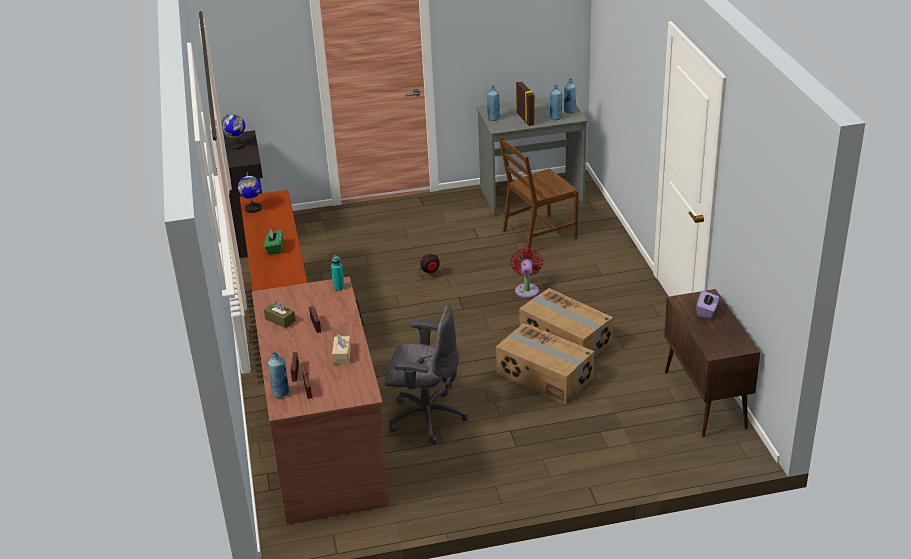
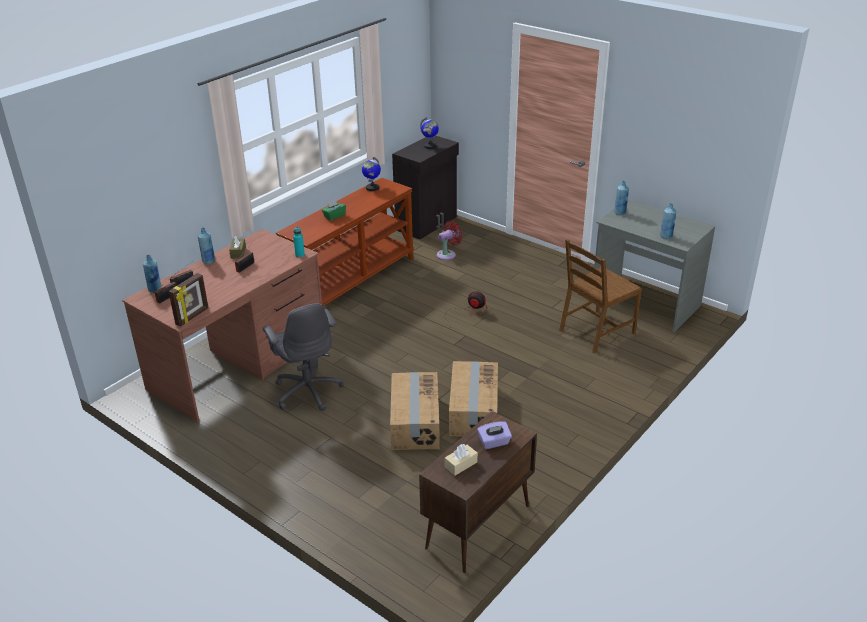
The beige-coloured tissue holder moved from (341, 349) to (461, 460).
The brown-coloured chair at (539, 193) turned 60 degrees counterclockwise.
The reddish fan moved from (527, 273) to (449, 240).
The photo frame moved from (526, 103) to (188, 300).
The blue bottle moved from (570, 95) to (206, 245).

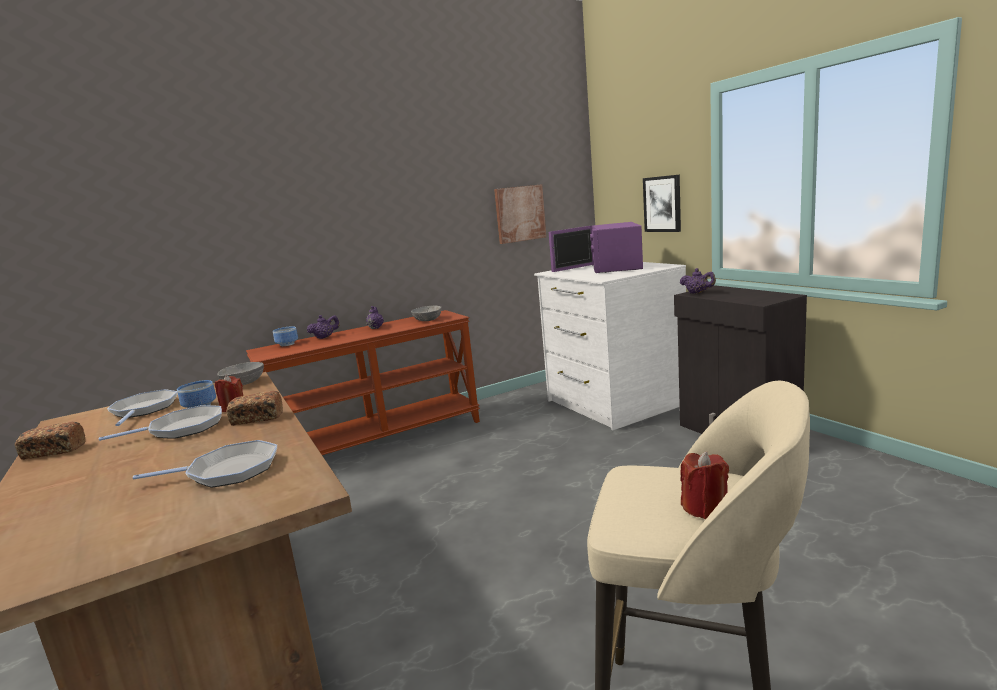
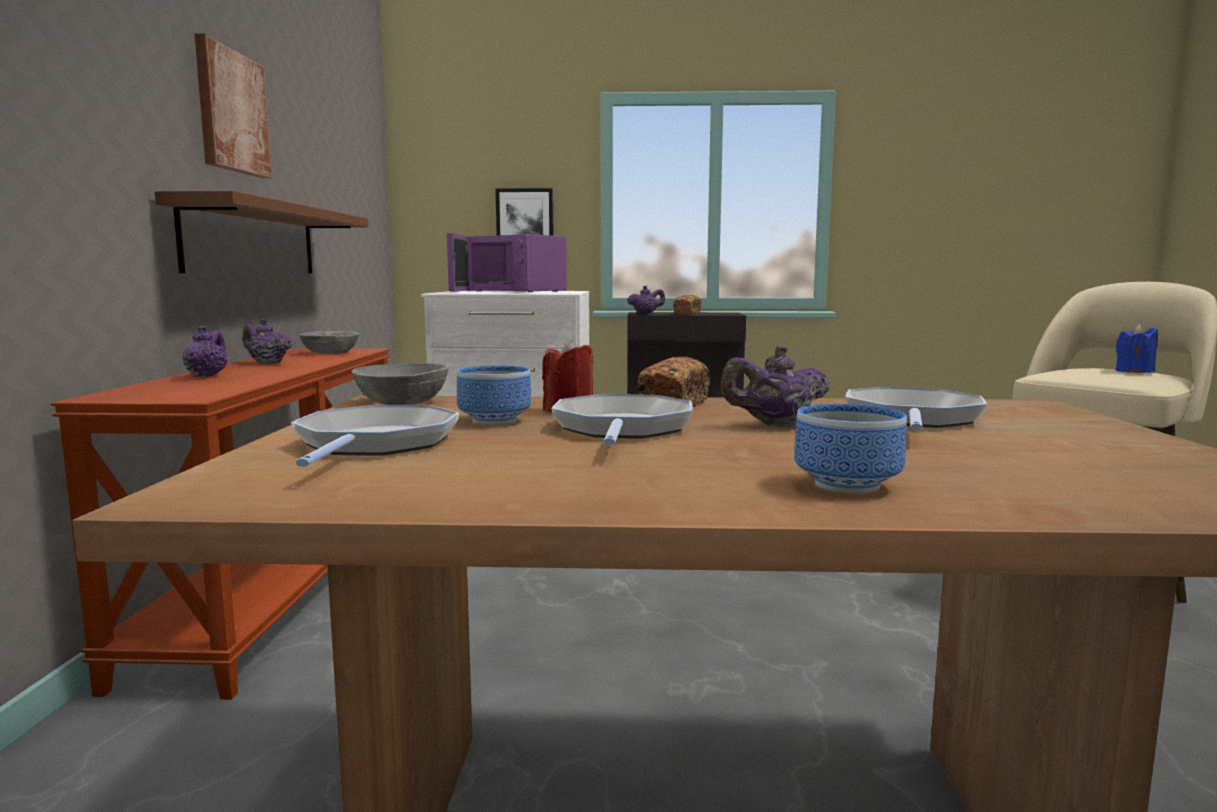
The bread moved from (50, 441) to (687, 305).
The frying pan at (142, 407) turned 75 degrees clockwise.
The bowl moved from (285, 336) to (850, 449).
The wall picture moved from (520, 214) to (233, 106).
The reddish wax light at (704, 485) became the blue wax light at (1136, 348).
The brown-coloured bracket shelf at (262, 231) appeared.
The purple-coloured pot for tea at (775, 386) appeared.

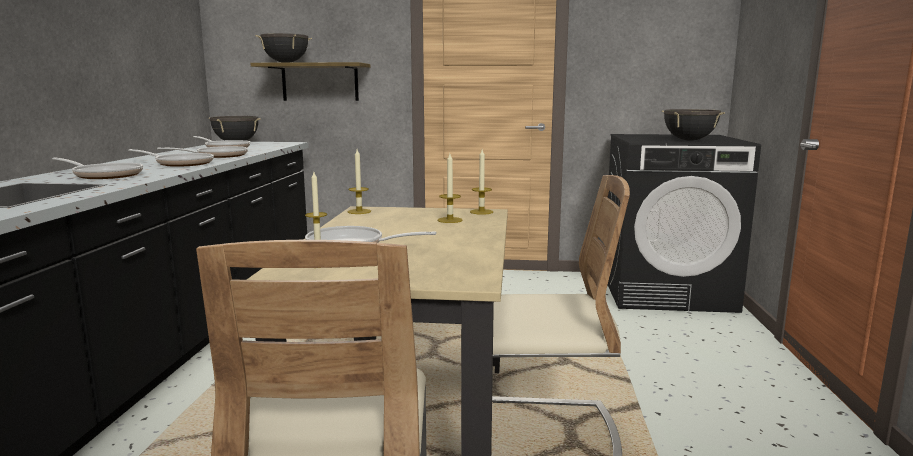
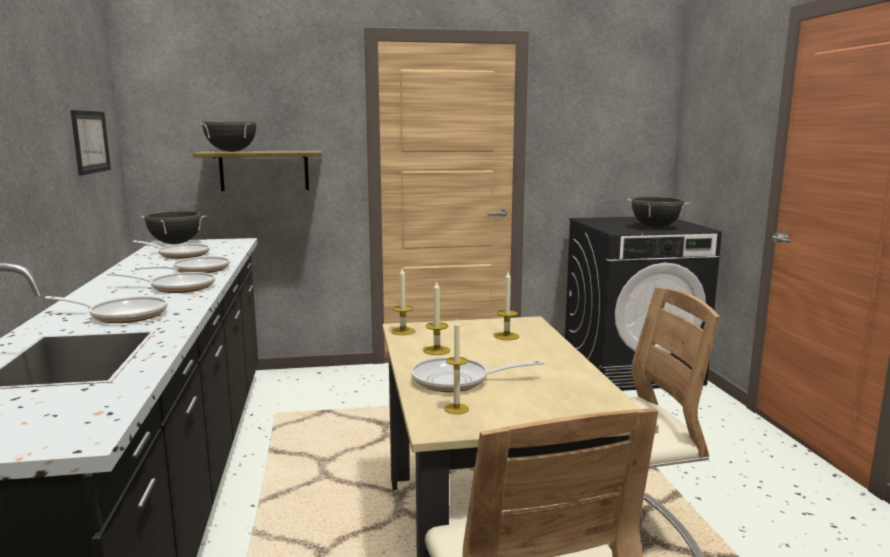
The wax light moved from (481, 182) to (437, 318).
The wall picture at (90, 143) appeared.

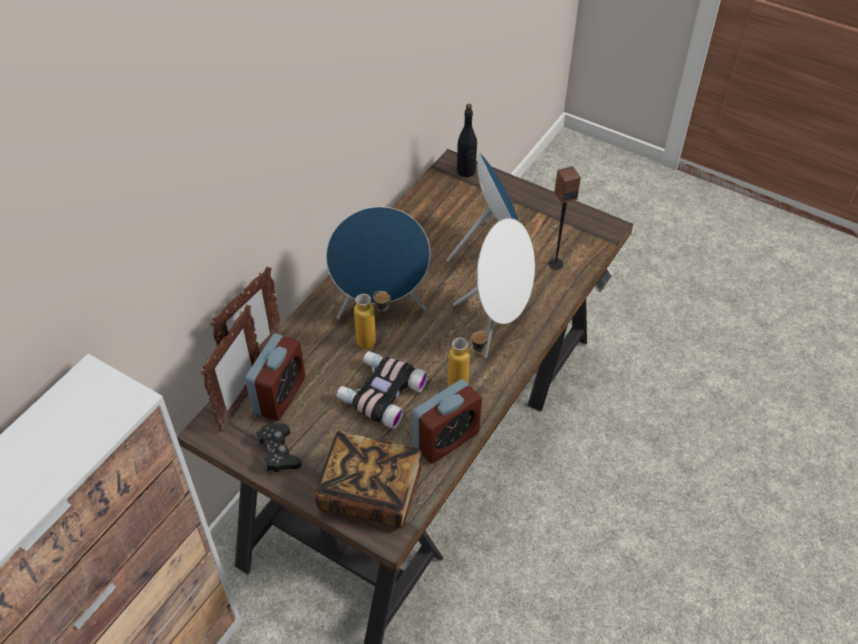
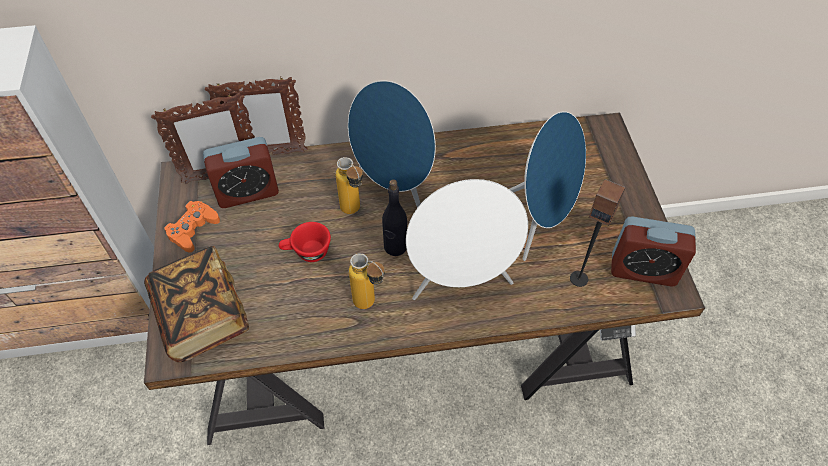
The black-coloured joypad at (278, 448) became the orange joypad at (192, 227).
The binoculars at (382, 390) was replaced by the reddish drinking cup at (305, 242).
The table clock moved from (447, 421) to (653, 251).
The black-coloured bottle moved from (467, 140) to (394, 217).

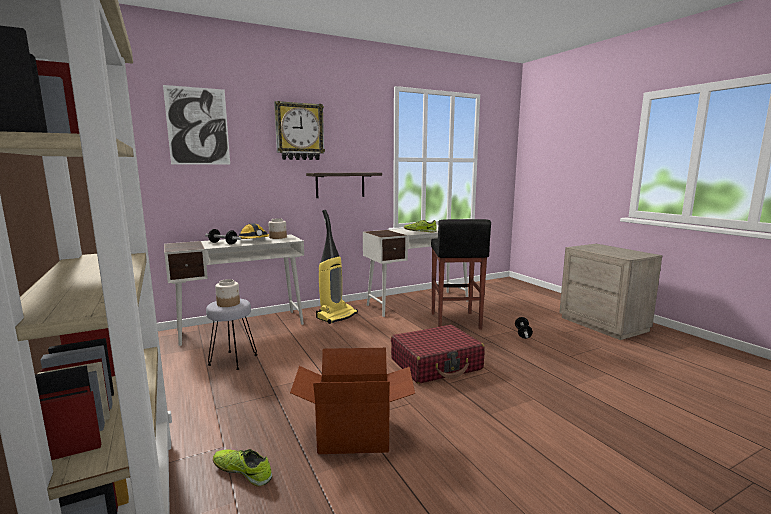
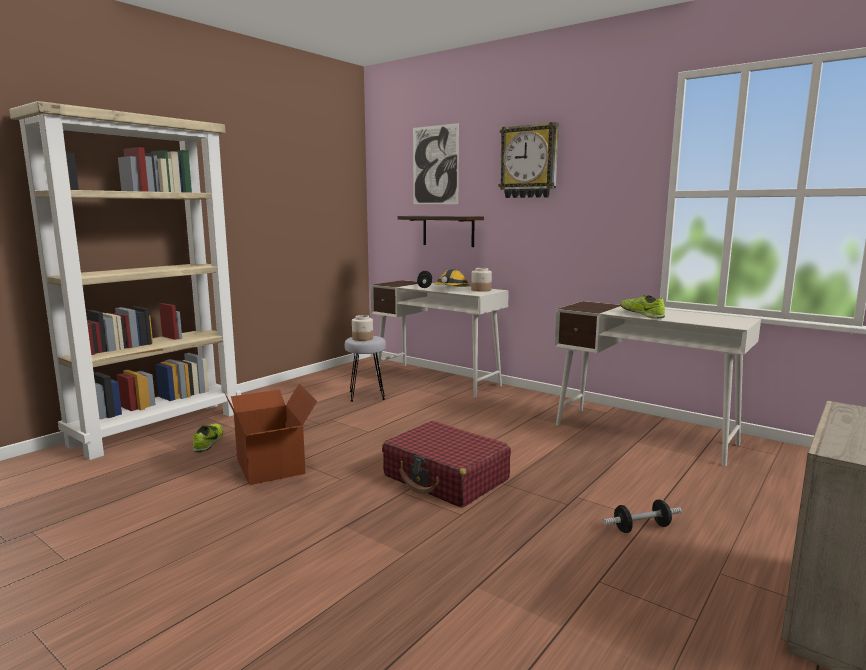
The bracket shelf moved from (344, 185) to (441, 231).
The hoover at (337, 267) disappeared.
The black-coloured stool at (461, 274) disappeared.

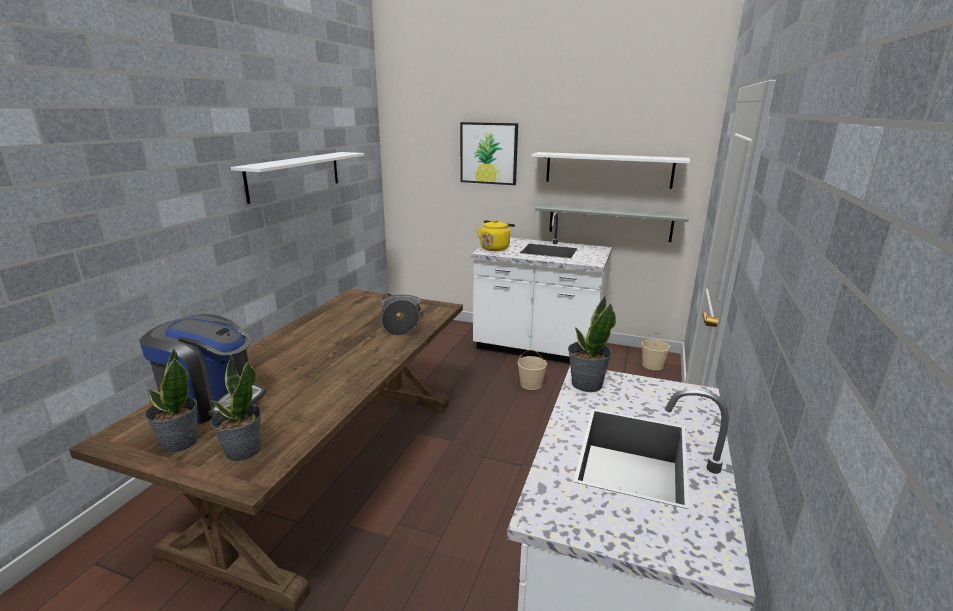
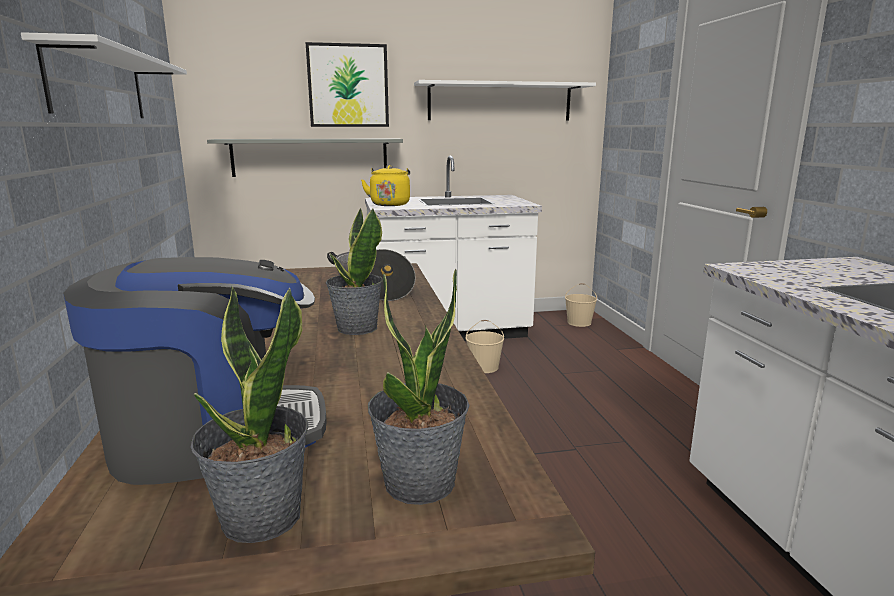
The grey bracket shelf moved from (611, 223) to (305, 157).
The houseplant moved from (592, 344) to (354, 271).

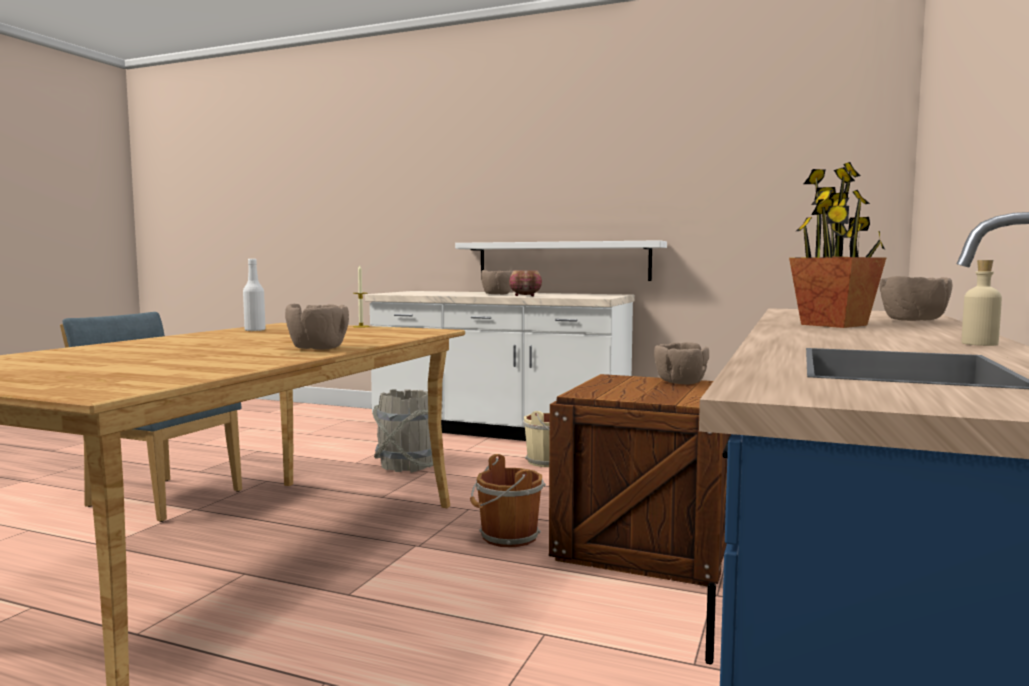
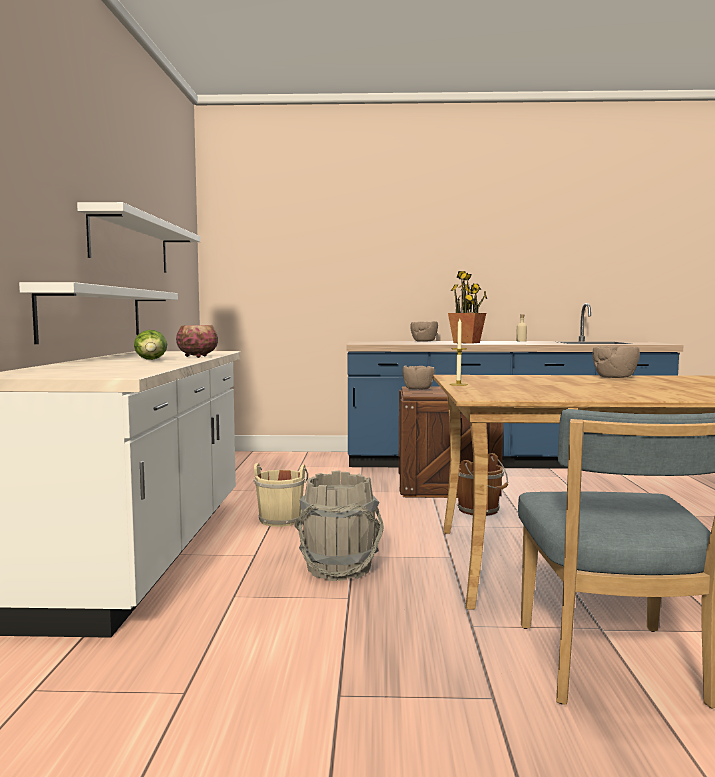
The white-coloured bottle at (254, 295) disappeared.
The brown-coloured bowl at (497, 282) was replaced by the lettuce at (150, 345).
The white-coloured bracket shelf at (139, 237) appeared.

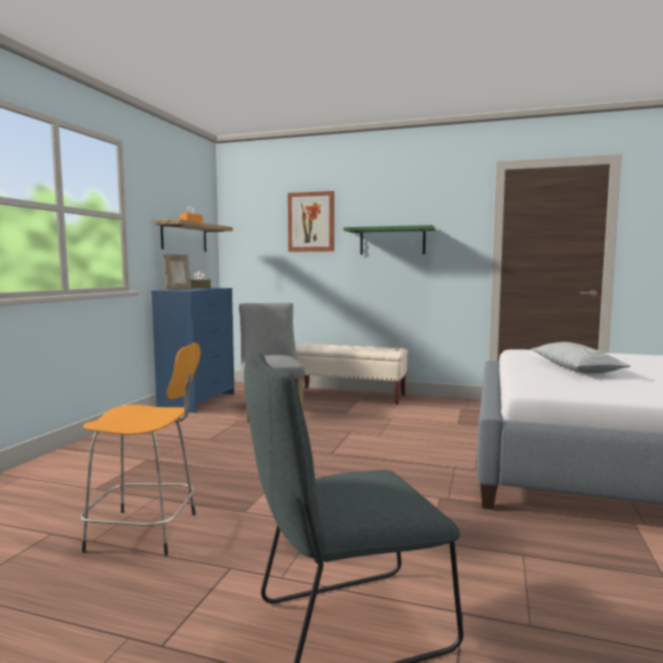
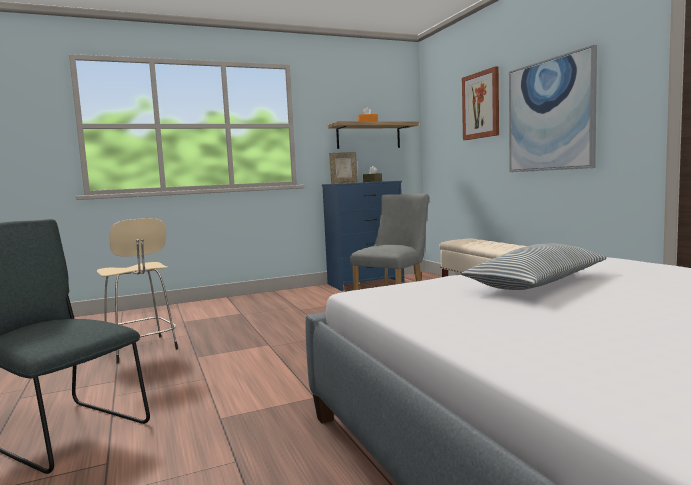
The orange stool at (140, 449) became the beige-coloured stool at (137, 291).
The green bracket shelf at (389, 240) was replaced by the wall picture at (553, 108).

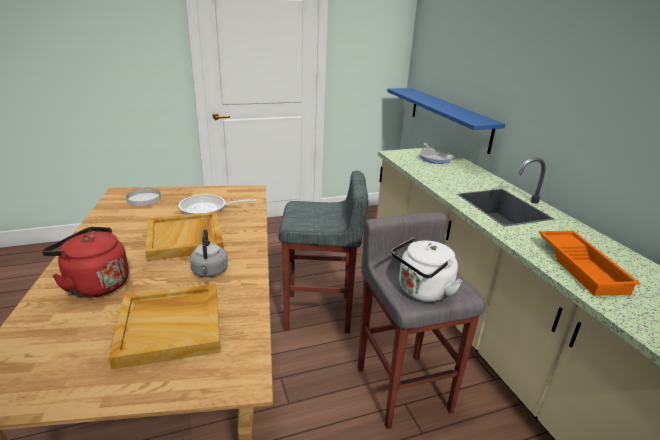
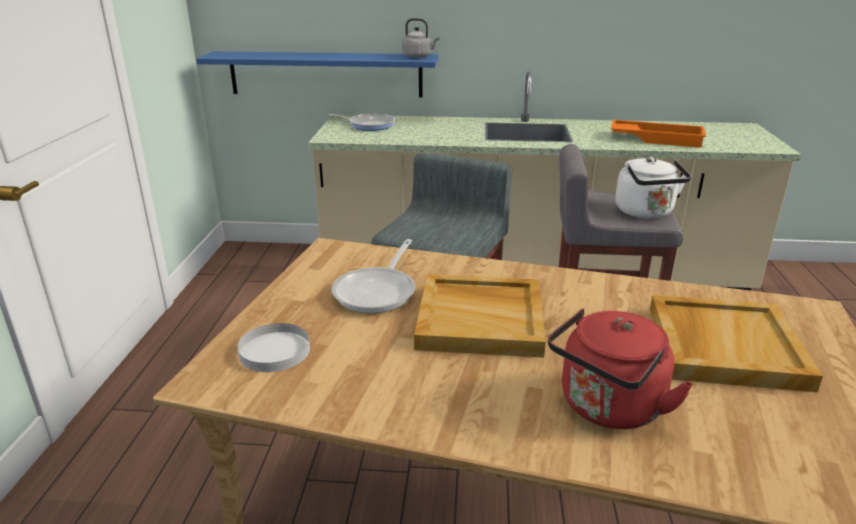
The grey kettle moved from (209, 253) to (420, 38).

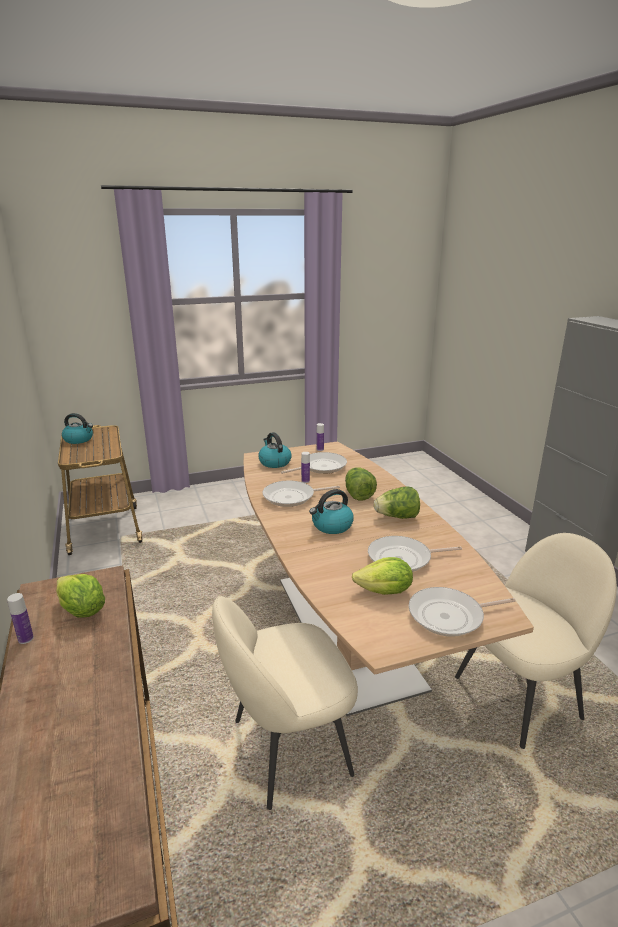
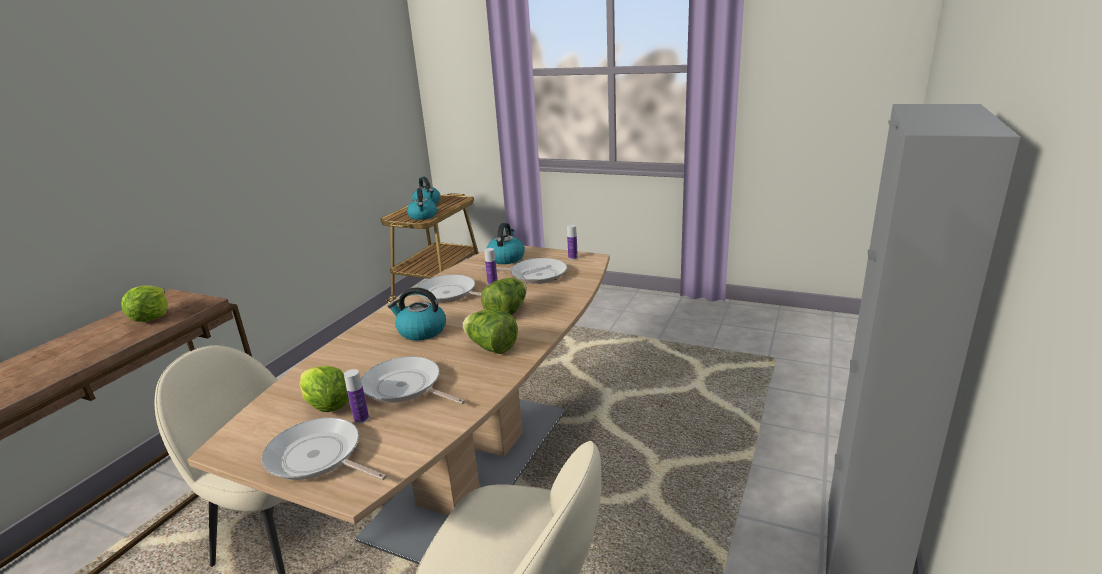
The bottle moved from (20, 618) to (356, 396).
The kettle at (422, 204) appeared.

